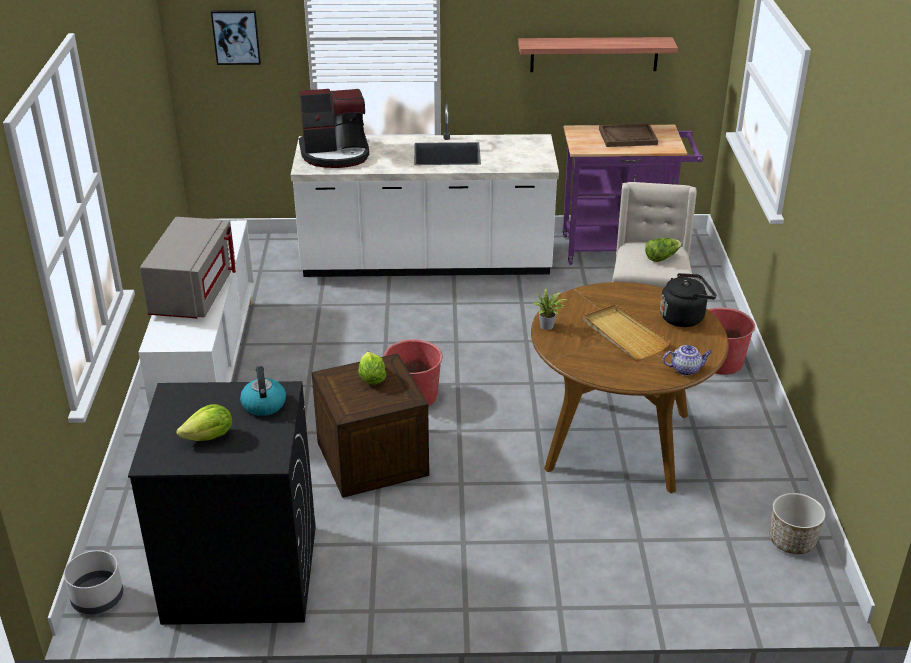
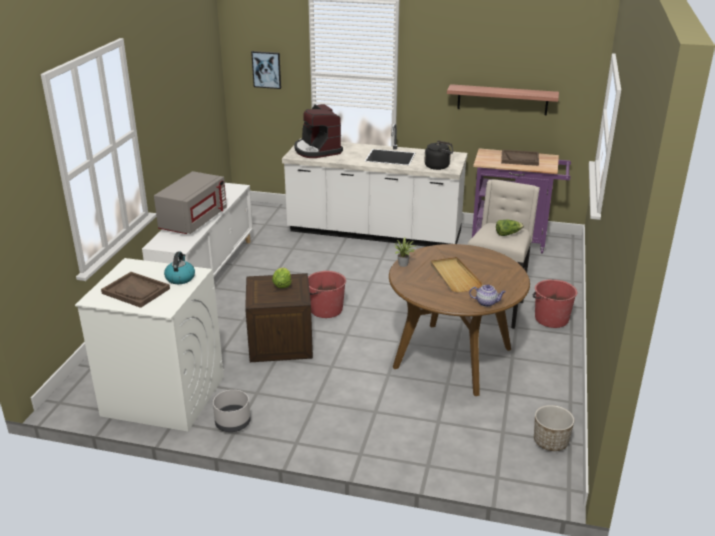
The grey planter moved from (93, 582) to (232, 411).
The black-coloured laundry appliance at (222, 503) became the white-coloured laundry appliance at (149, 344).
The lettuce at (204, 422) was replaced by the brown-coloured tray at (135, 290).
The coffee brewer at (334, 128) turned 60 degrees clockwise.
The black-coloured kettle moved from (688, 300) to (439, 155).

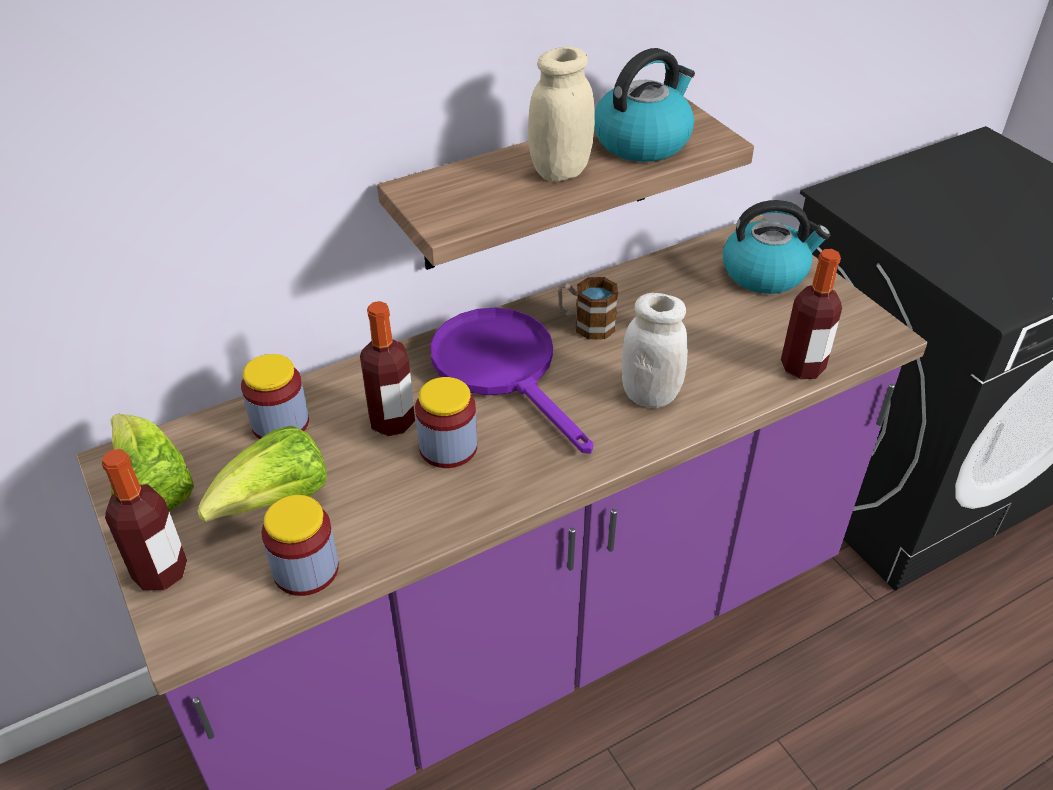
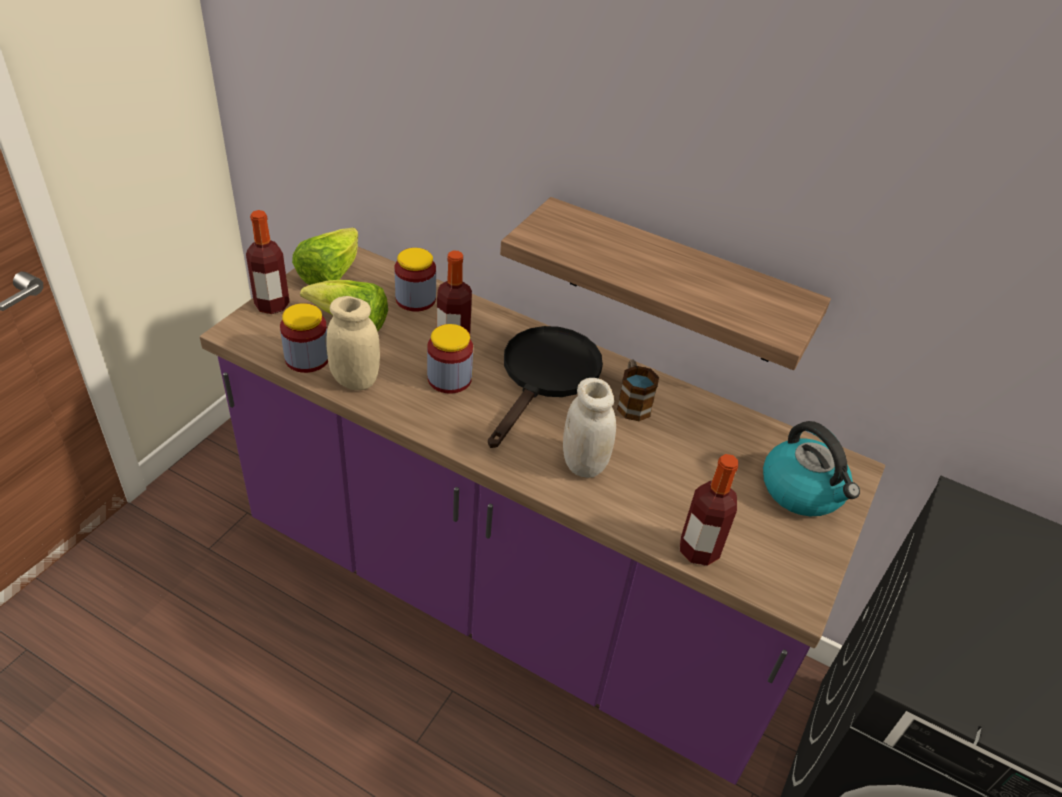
The purple-coloured frying pan at (511, 381) became the black-coloured frying pan at (545, 387).
The beige-coloured preserve jar moved from (561, 113) to (353, 343).
The kettle at (644, 105) disappeared.

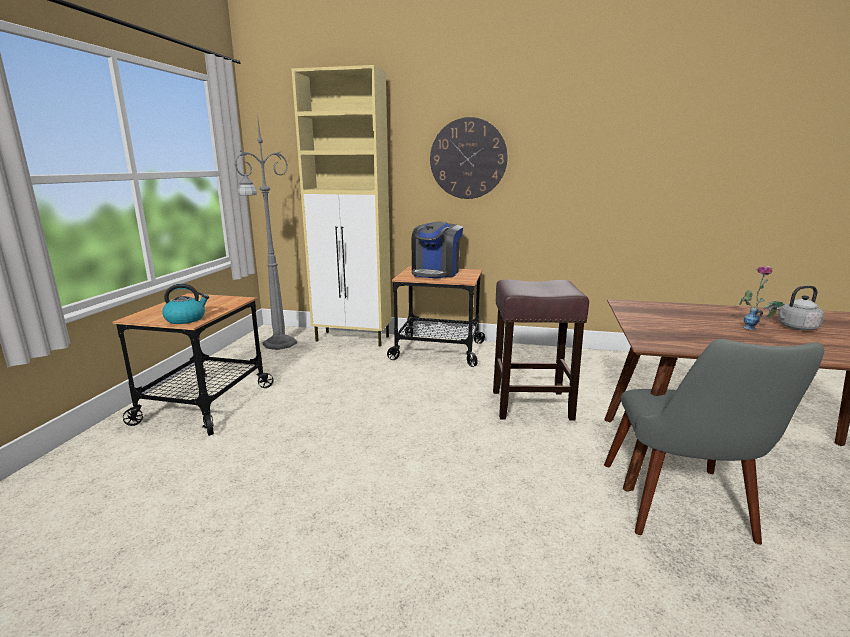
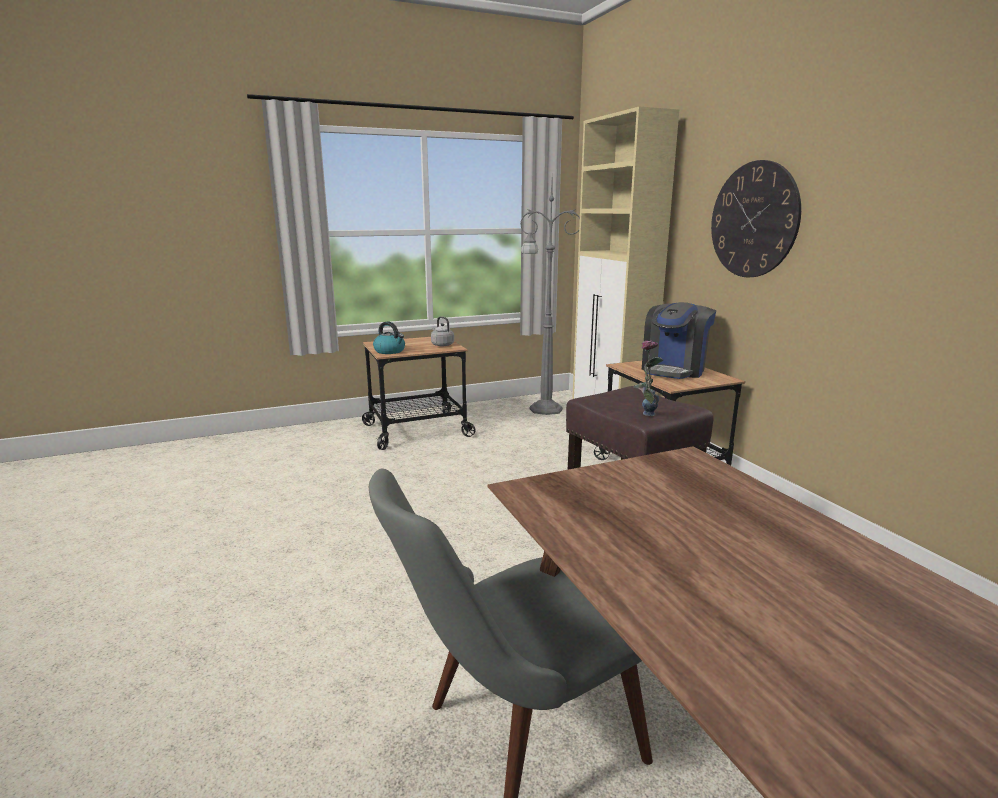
The coffee brewer at (437, 250) turned 45 degrees counterclockwise.
The flower vase moved from (761, 298) to (648, 378).
The grey kettle moved from (800, 307) to (442, 331).

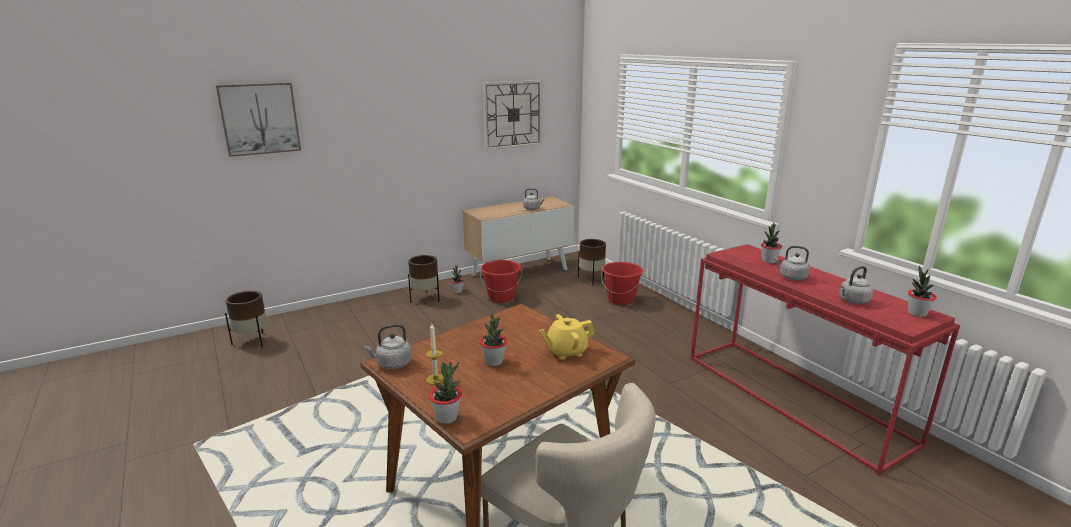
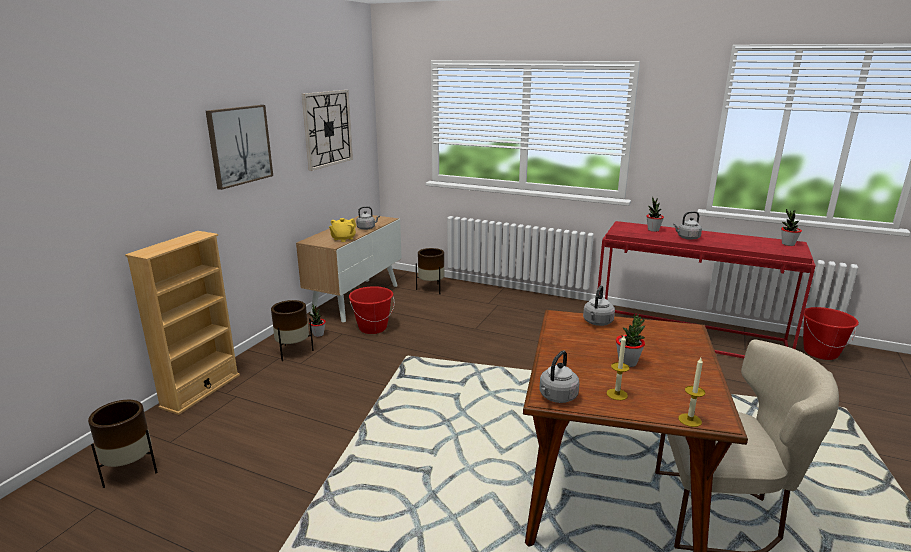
The wall picture moved from (258, 120) to (239, 147).
The houseplant at (445, 393) was replaced by the wax light at (691, 392).
The yellow-coloured pot for tea moved from (567, 337) to (342, 230).
The reddish pail moved from (622, 283) to (831, 333).
The grey kettle moved from (856, 285) to (599, 305).
The beige-coloured shelving unit at (182, 323) appeared.

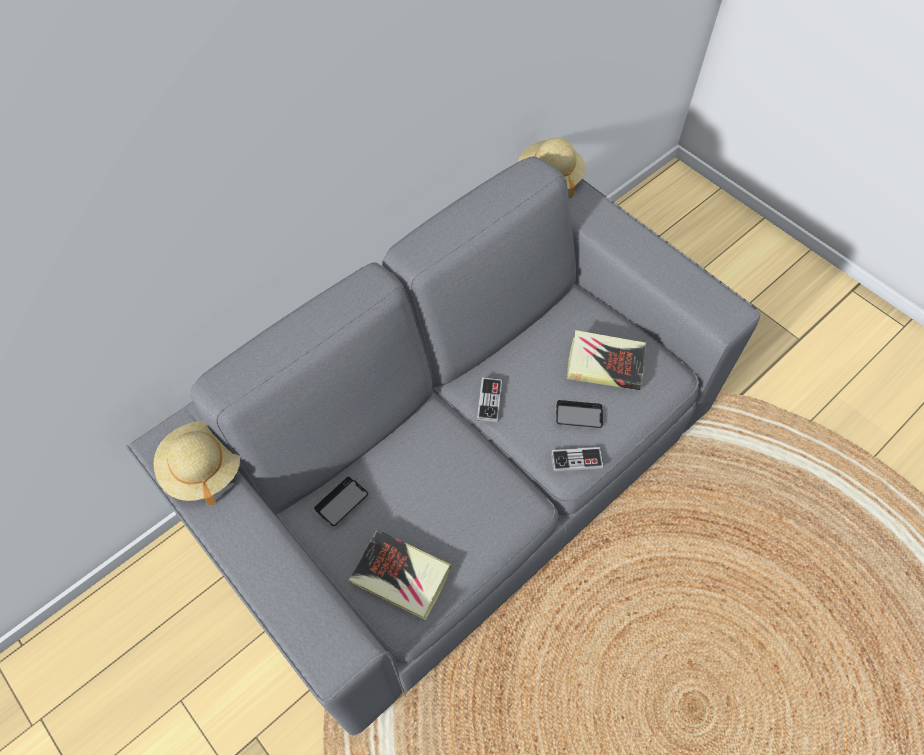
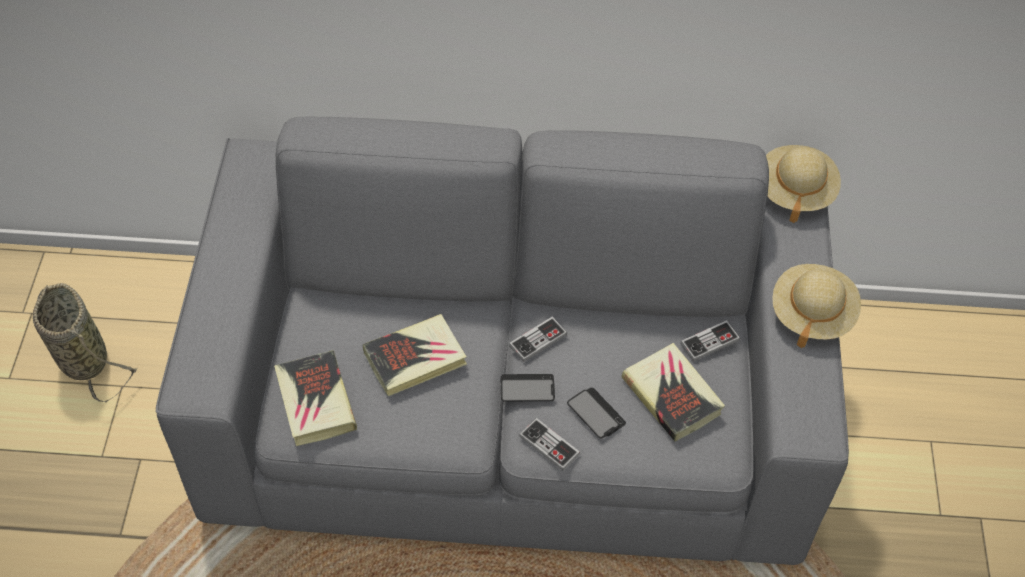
The beige-coloured wearable hat moved from (197, 463) to (816, 306).
The handset moved from (341, 501) to (528, 388).
The basket at (85, 342) appeared.
The book at (415, 355) appeared.
The joypad at (710, 340) appeared.

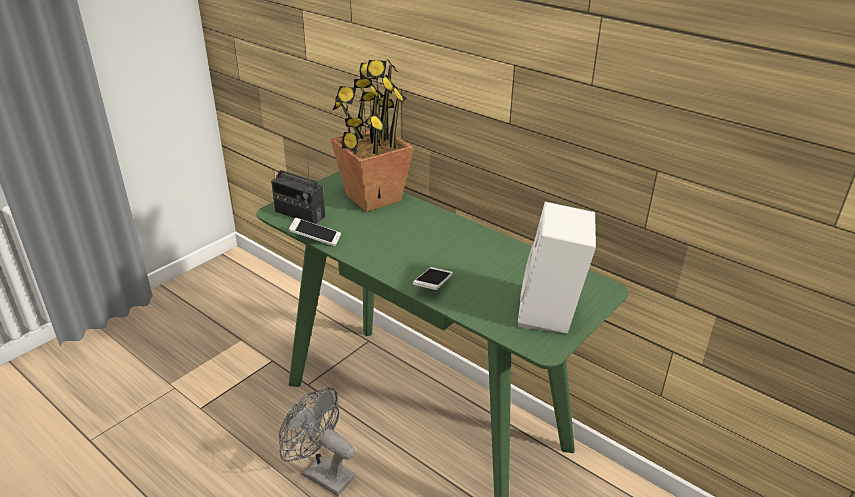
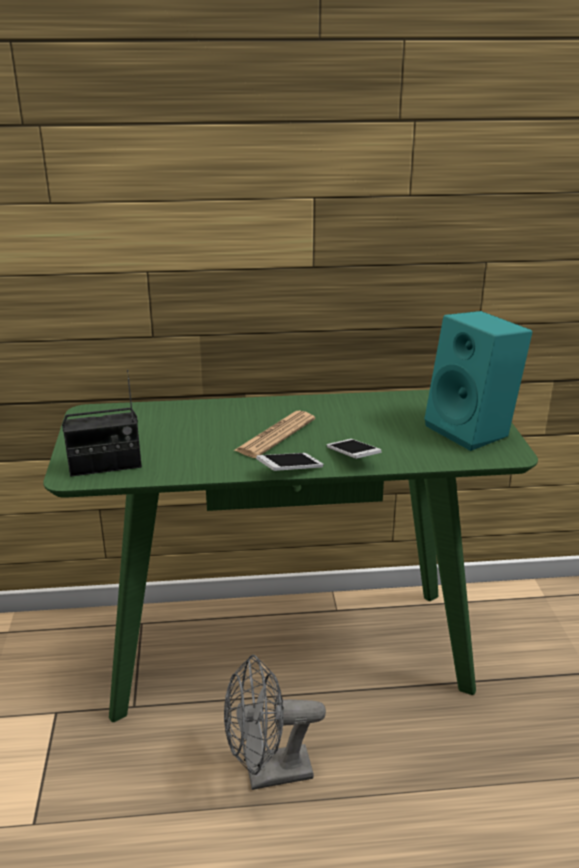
The handset moved from (315, 232) to (290, 462).
The houseplant at (372, 135) disappeared.
The white-coloured speaker at (557, 268) became the turquoise-coloured speaker at (478, 381).
The newspaper at (274, 434) appeared.

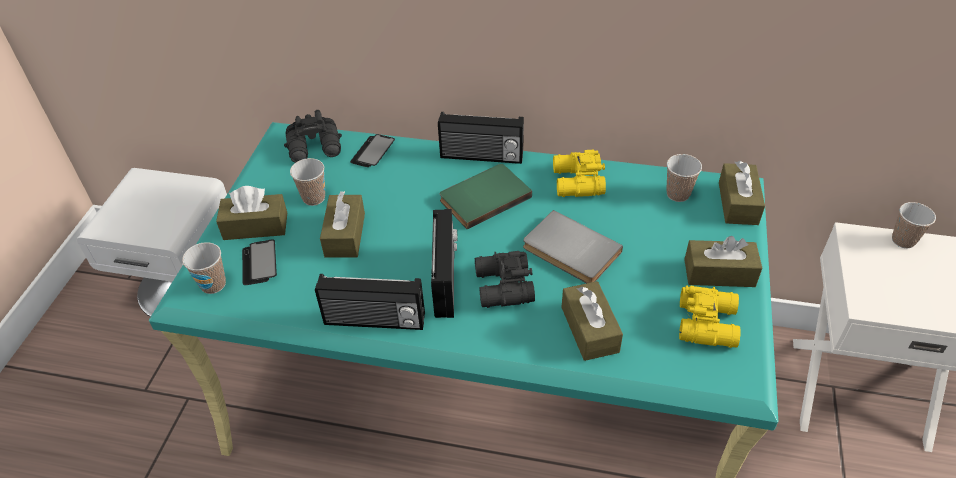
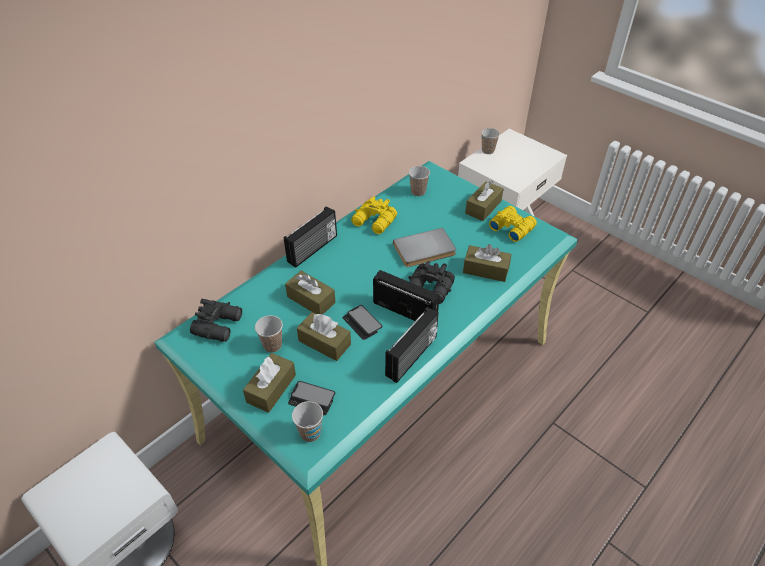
The handset moved from (372, 150) to (363, 322).
The green book at (485, 196) disappeared.
The brown-coloured tissue holder moved from (742, 193) to (310, 293).

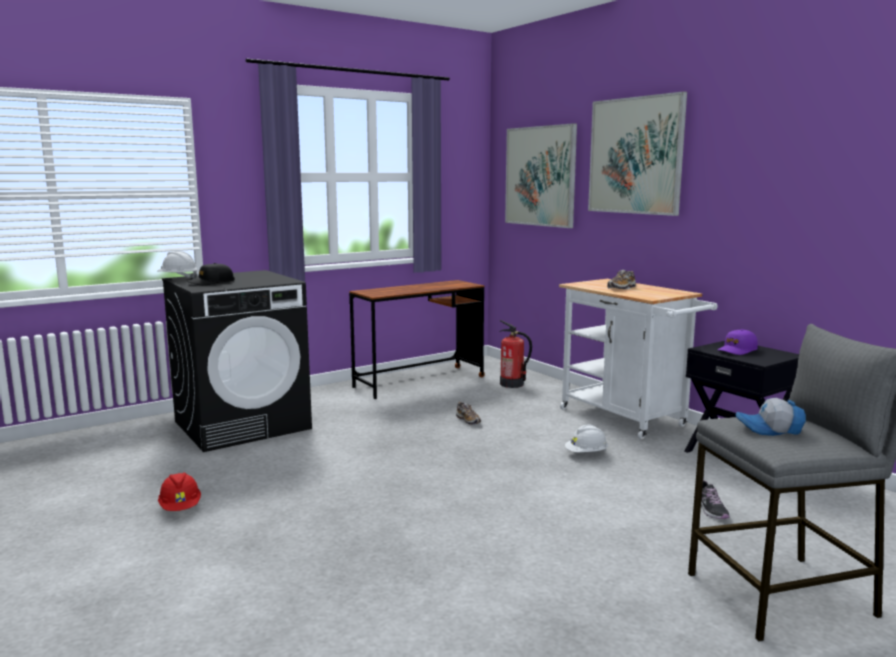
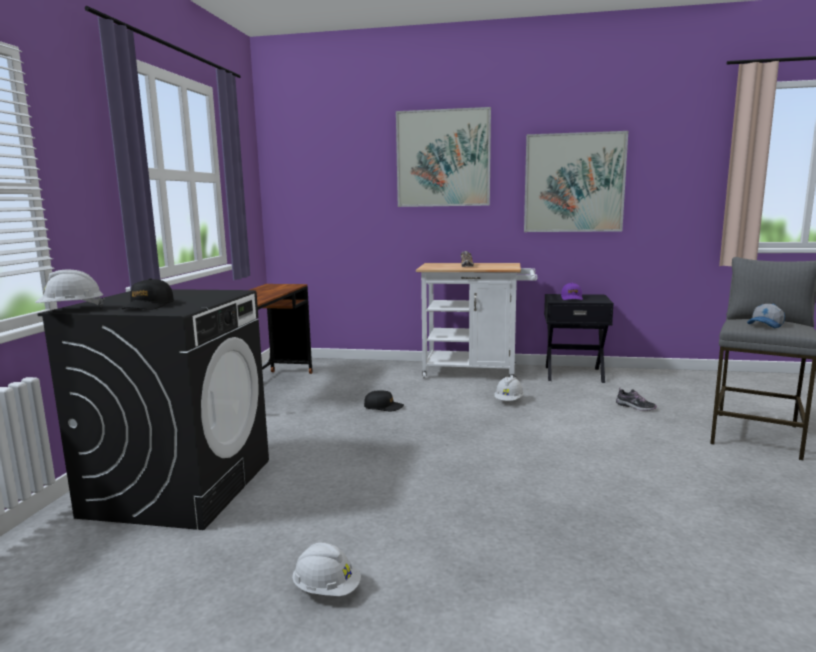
The reddish hard hat at (179, 491) became the white-coloured hard hat at (326, 569).
The item of footwear at (468, 413) was replaced by the black-coloured peaked cap at (384, 400).
The fire extinguisher at (515, 354) disappeared.
The wall picture moved from (541, 175) to (576, 181).

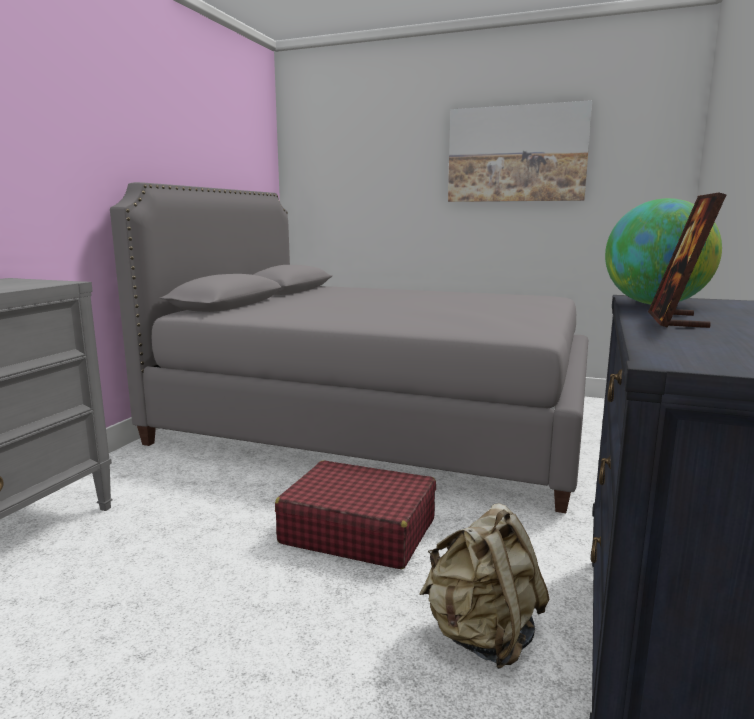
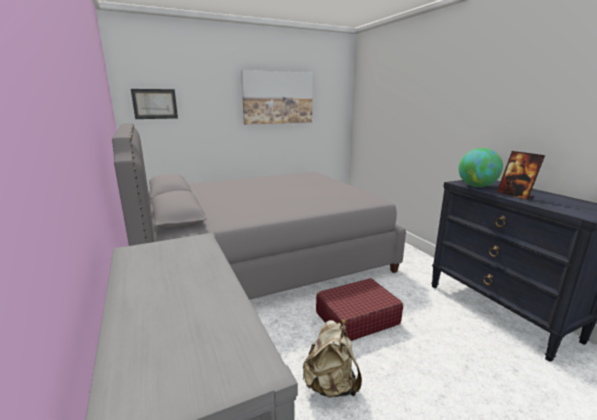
The beige-coloured knapsack moved from (484, 586) to (332, 359).
The wall picture at (154, 104) appeared.

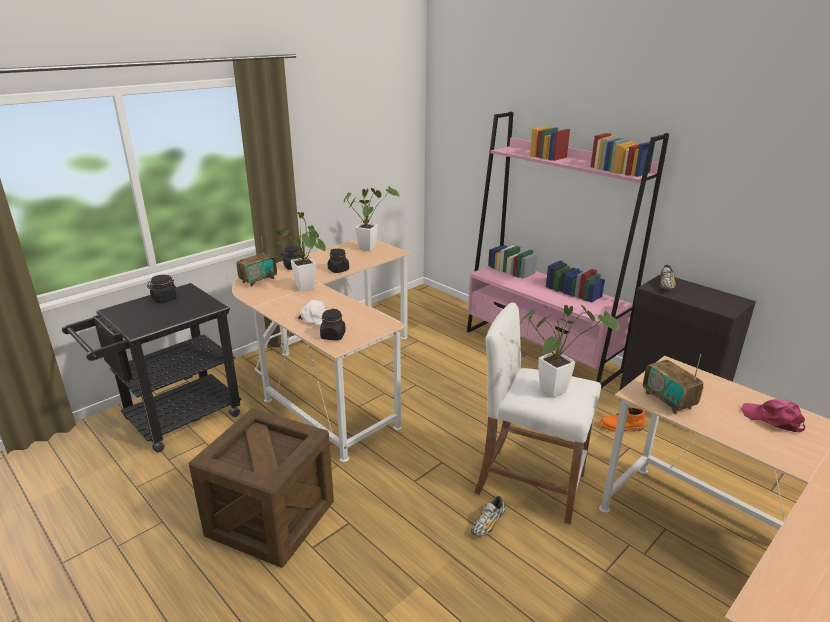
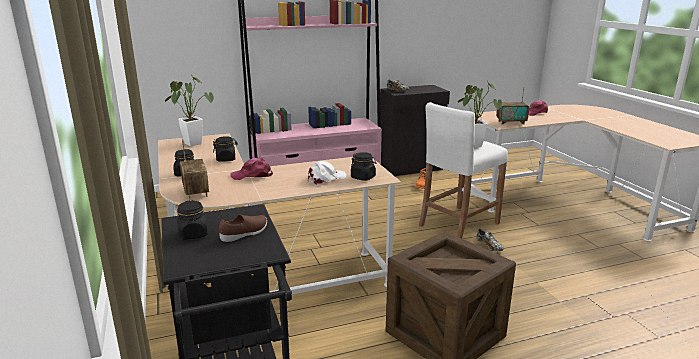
The houseplant at (301, 251) was replaced by the pink peaked cap at (252, 169).
The brown-coloured item of footwear at (243, 228) appeared.

